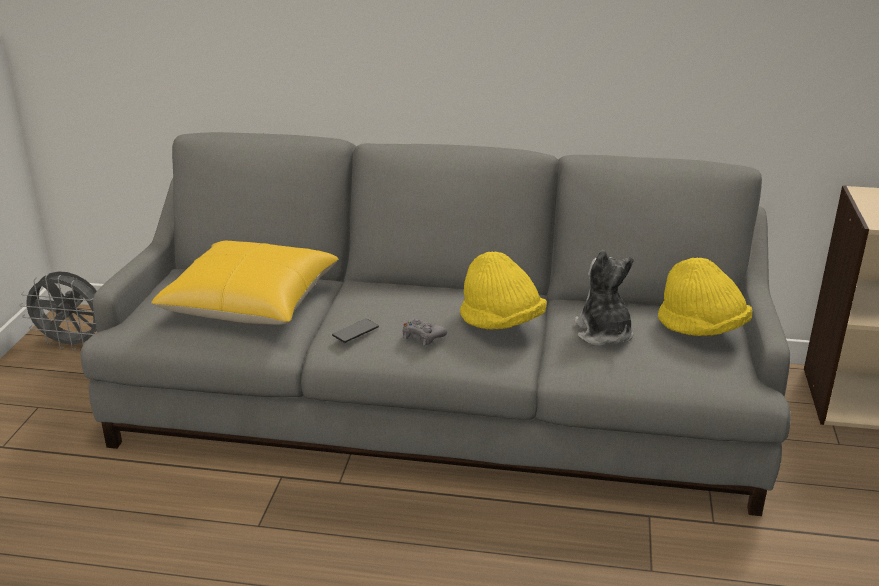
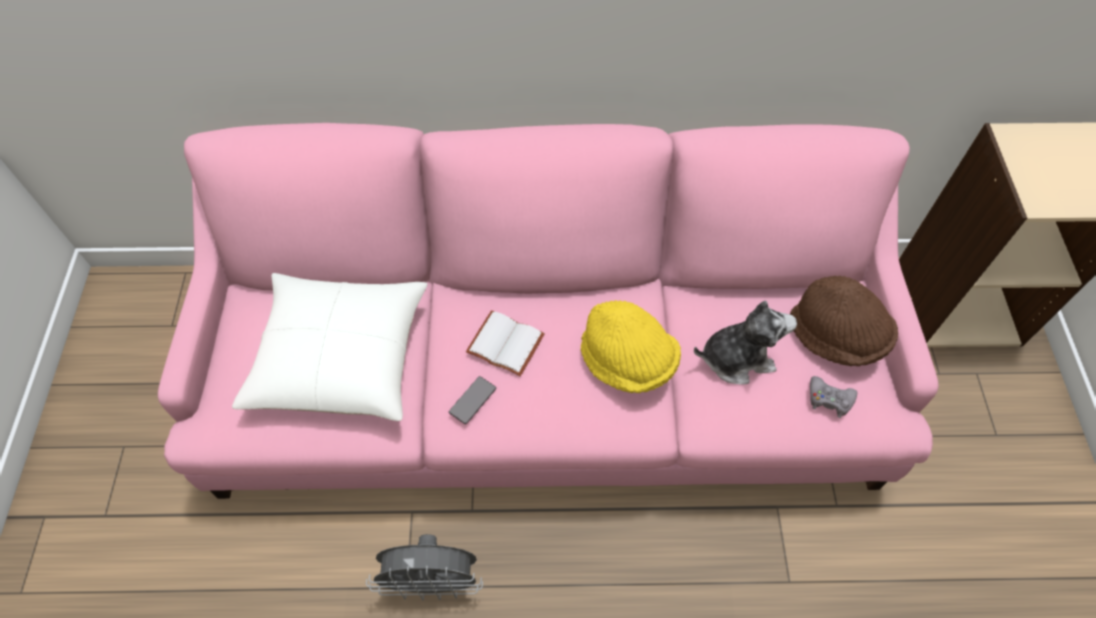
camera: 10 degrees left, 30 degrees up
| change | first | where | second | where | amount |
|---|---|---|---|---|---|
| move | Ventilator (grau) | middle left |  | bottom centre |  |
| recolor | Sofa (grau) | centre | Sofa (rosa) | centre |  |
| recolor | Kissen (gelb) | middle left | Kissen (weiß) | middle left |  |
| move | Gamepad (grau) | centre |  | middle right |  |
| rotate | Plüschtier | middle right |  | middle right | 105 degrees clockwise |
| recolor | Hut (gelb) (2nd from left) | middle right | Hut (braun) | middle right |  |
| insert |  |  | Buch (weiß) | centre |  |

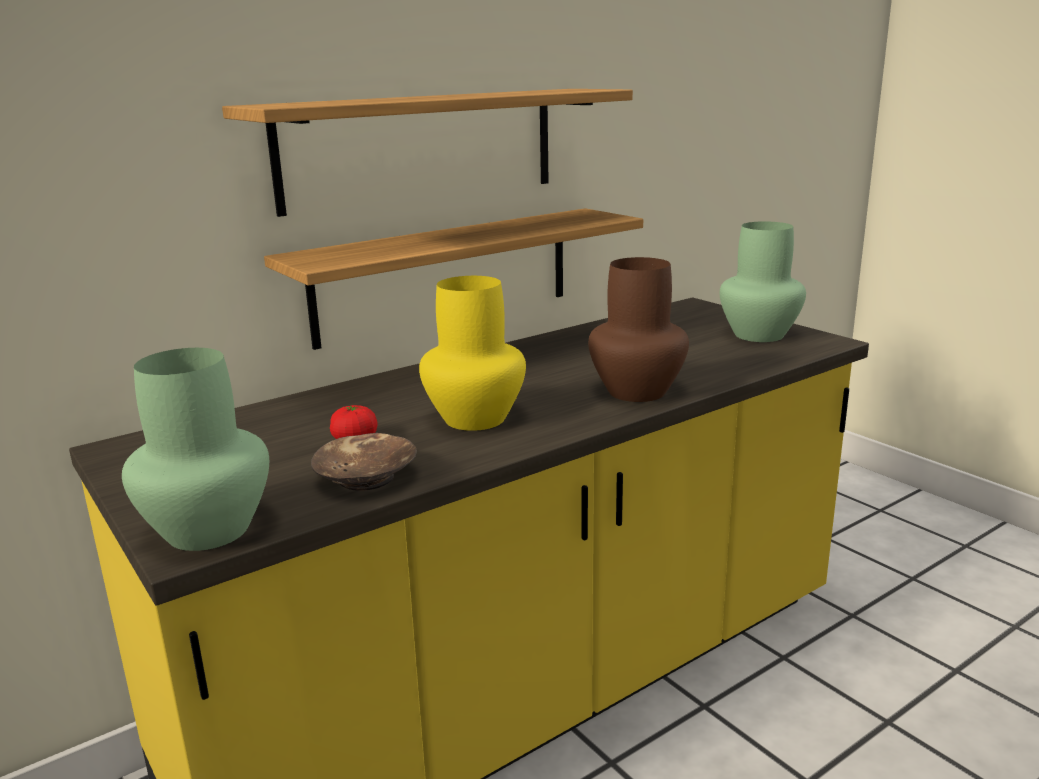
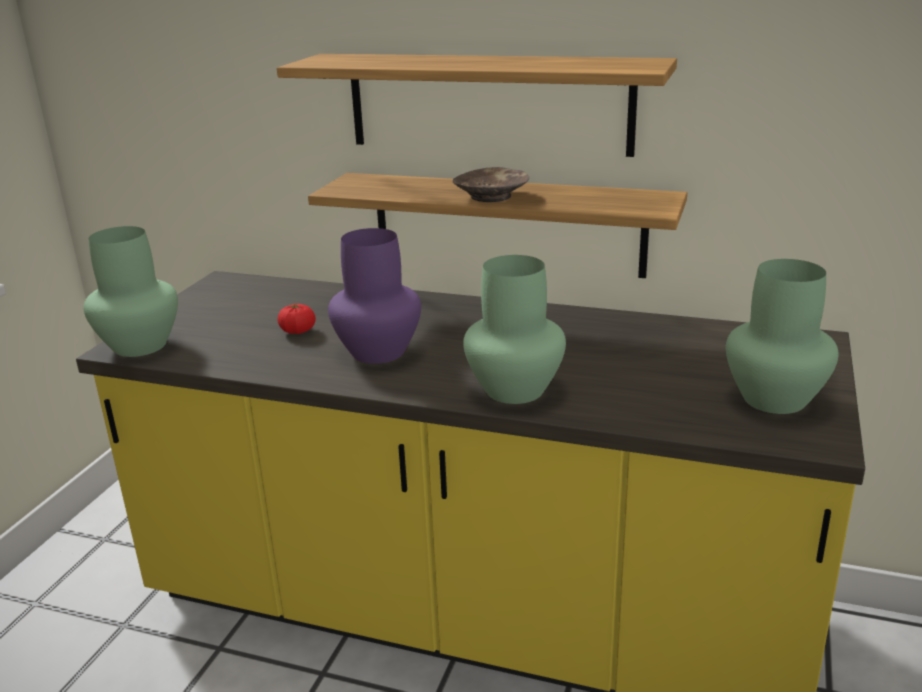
camera: 55 degrees right, 5 degrees up
| change | first | where | second | where | amount |
|---|---|---|---|---|---|
| move | Schüssel (braun) | centre |  | top centre |  |
| recolor | Vase (gelb) | centre | Vase (lila) | centre |  |
| recolor | Vase (braun) | centre | Vase (grün) (2nd from left) | centre |  |

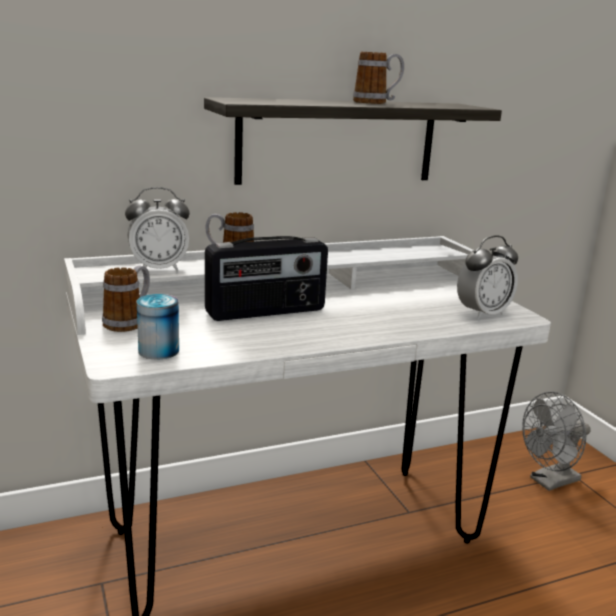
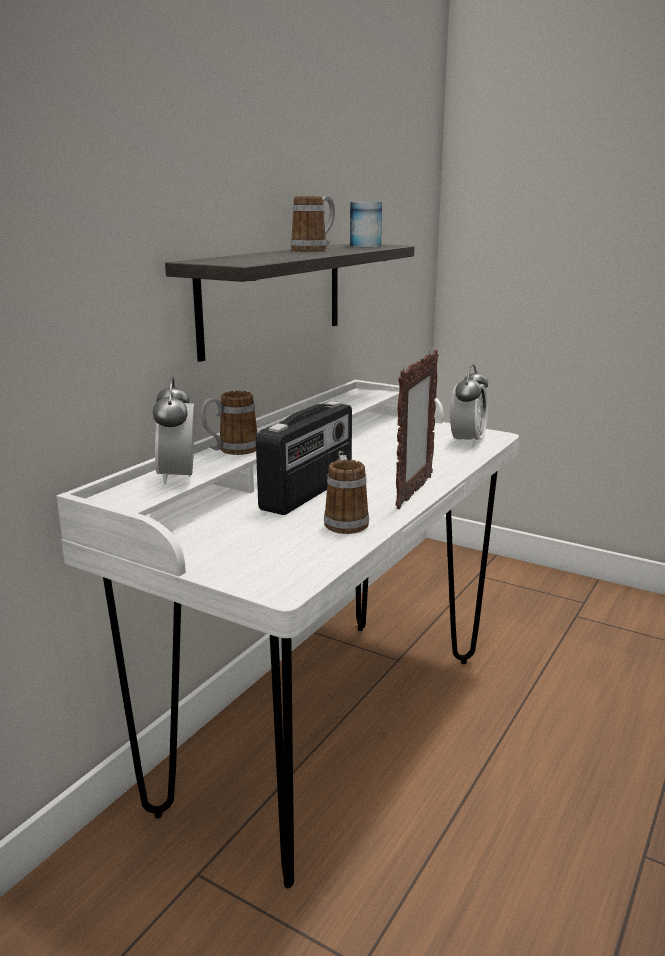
camera: 35 degrees left, 0 degrees up
| change | first | where | second | where | amount |
|---|---|---|---|---|---|
| move | Henkelbecher (1st from left in the first image) | middle left | Henkelbecher (3rd from left) | centre |  |
| rotate | Wecker (1st from left) | middle left |  | middle left | 135 degrees clockwise |
| move | Dose | middle left |  | top centre |  |
| delete | Ventilator (grau) | bottom right |  |  |  |
| insert |  |  | Bilderrahmen | centre |  |

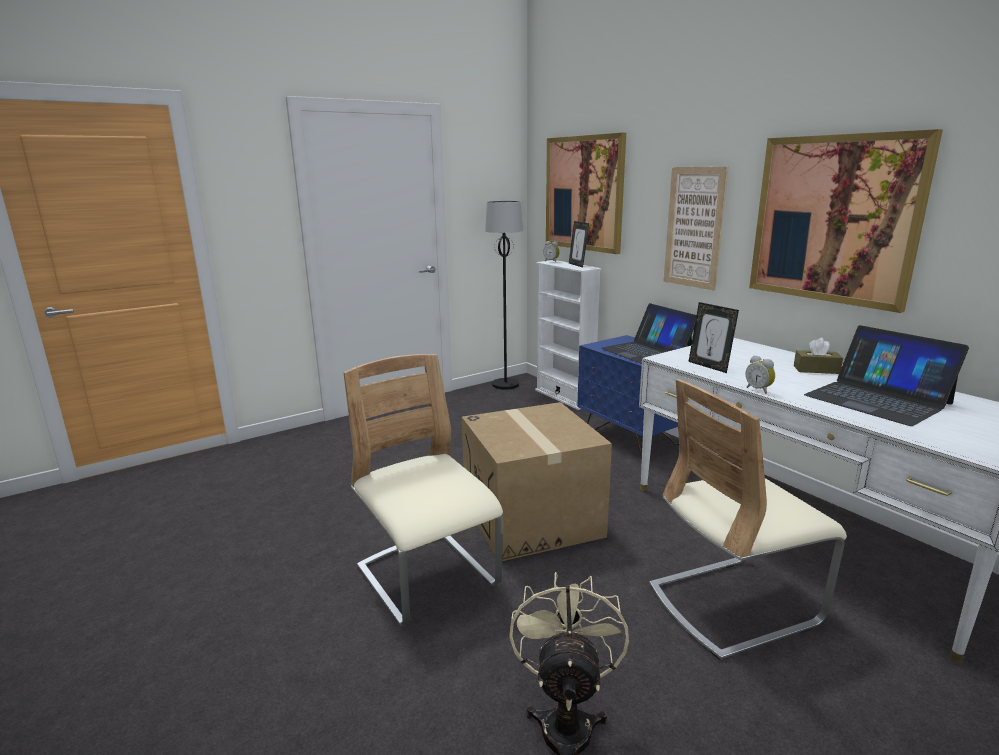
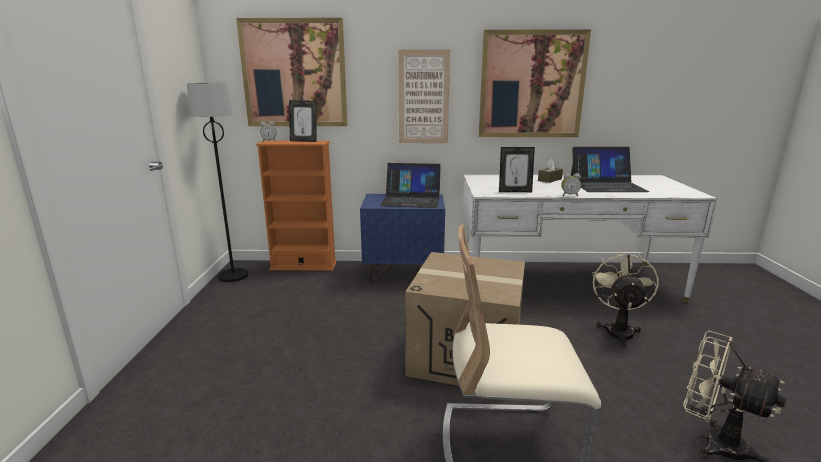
camera: 55 degrees left, 0 degrees up
| change | first | where | second | where | amount |
|---|---|---|---|---|---|
| recolor | Bücherregal (weiß) | centre | Bücherregal (orange) | centre |  |
| replace | Stuhl (beige) (2nd from left) | bottom right | Ventilator (beige) (1st from left) | middle right |  |

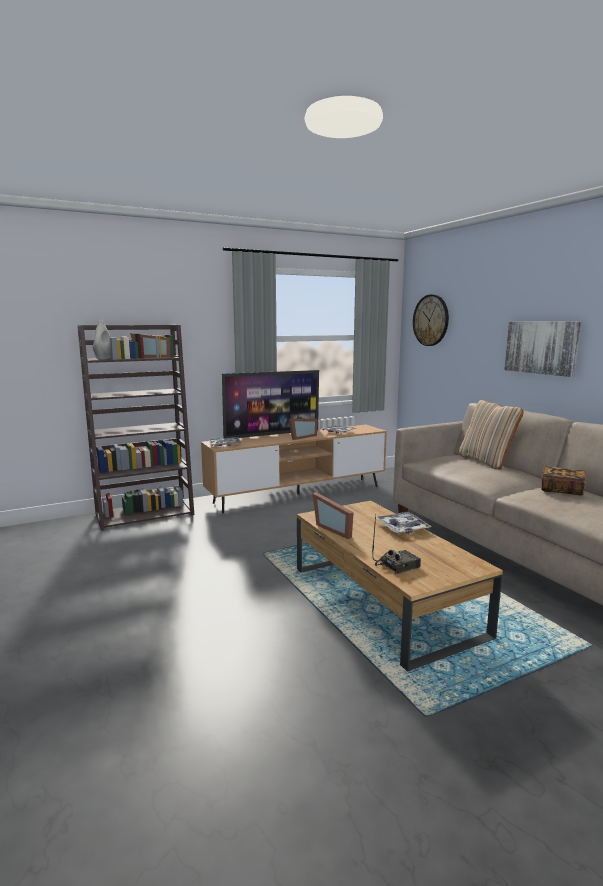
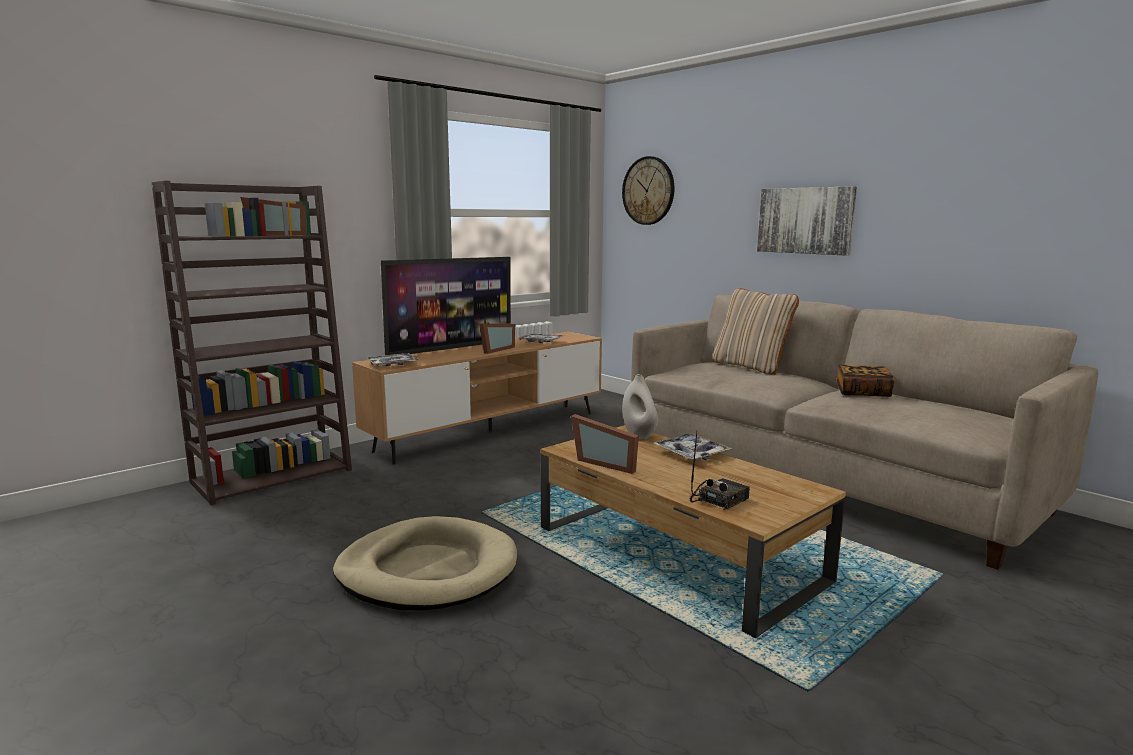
camera: 15 degrees left, 0 degrees up
| change | first | where | second | where | amount |
|---|---|---|---|---|---|
| move | Vase (weiß) | middle left |  | centre |  |
| insert |  |  | Hundebett (beige) | bottom centre |  |

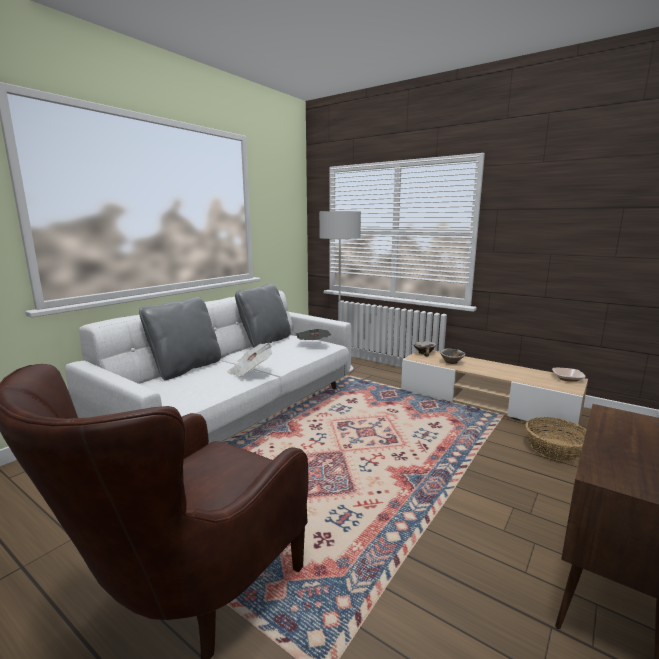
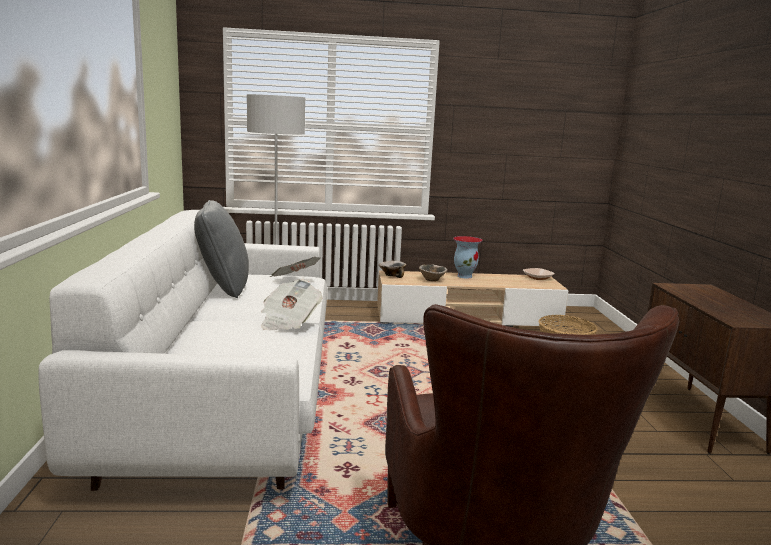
camera: 40 degrees left, 0 degrees up
| change | first | where | second | where | amount |
|---|---|---|---|---|---|
| delete | Kissen (grau) (1st from left) | middle left |  |  |  |
| insert |  |  | Vase | centre |  |

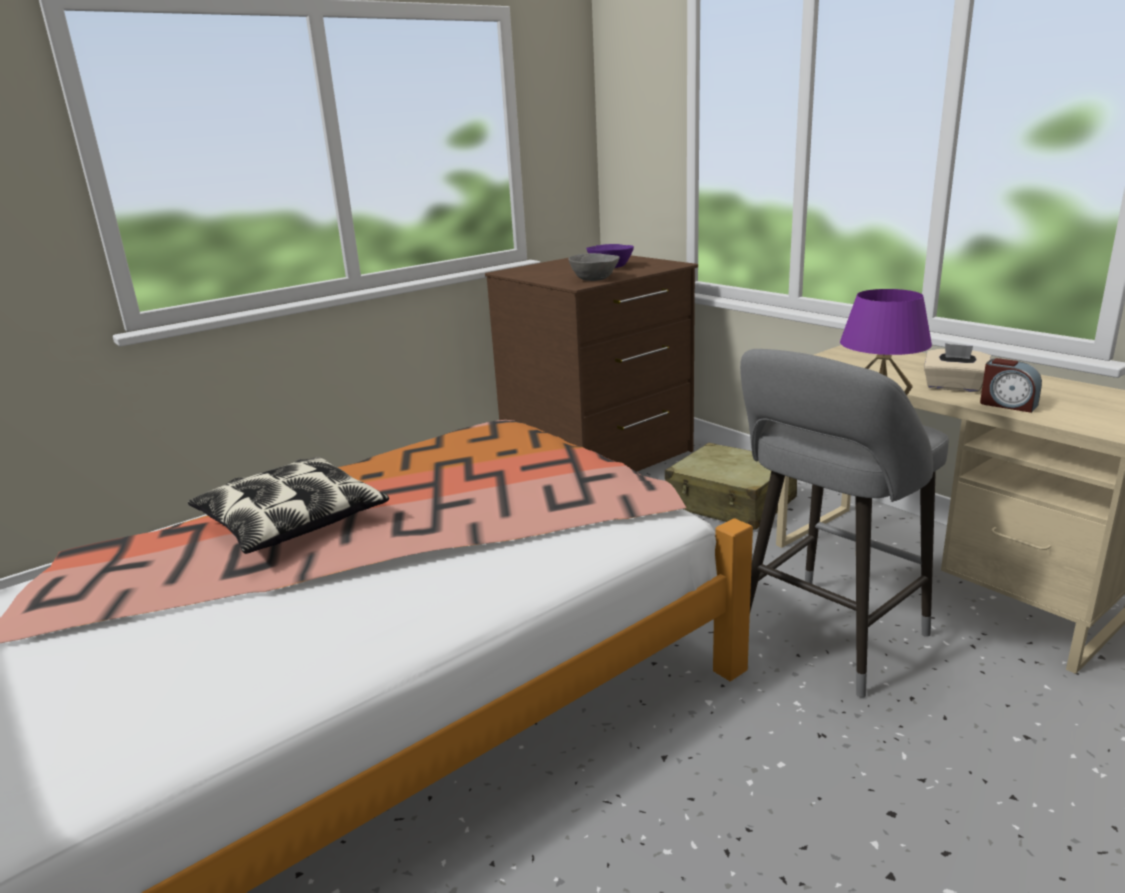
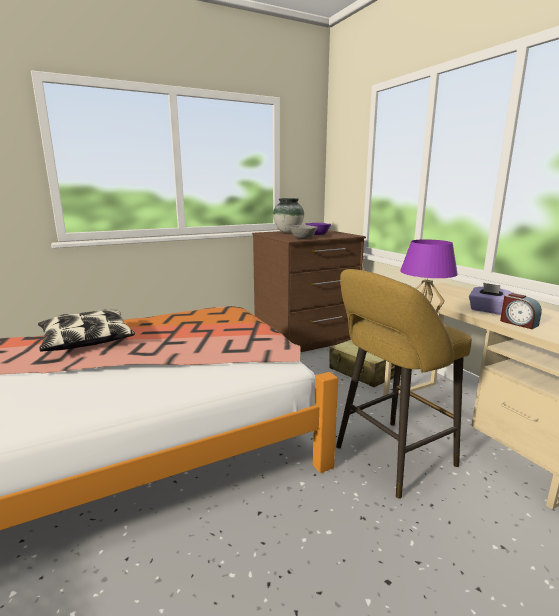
camera: 10 degrees right, 5 degrees down
| change | first | where | second | where | amount |
|---|---|---|---|---|---|
| recolor | Hocker (grau) | middle right | Hocker (gelb) | middle right |  |
| recolor | Taschentuchbox (beige) | middle right | Taschentuchbox (lila) | middle right |  |
| insert |  |  | Vase | centre |  |

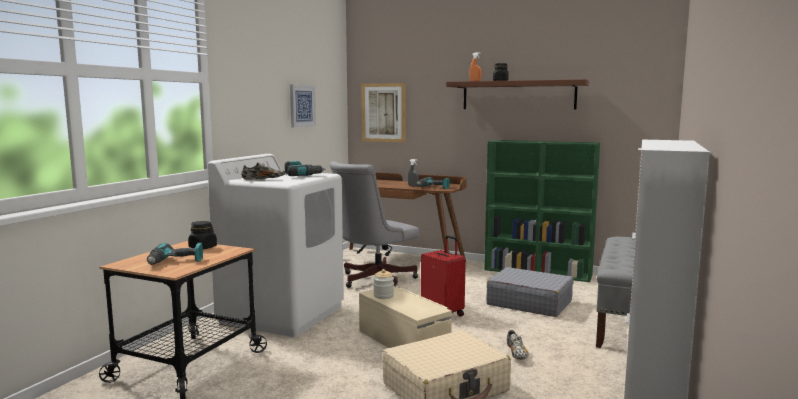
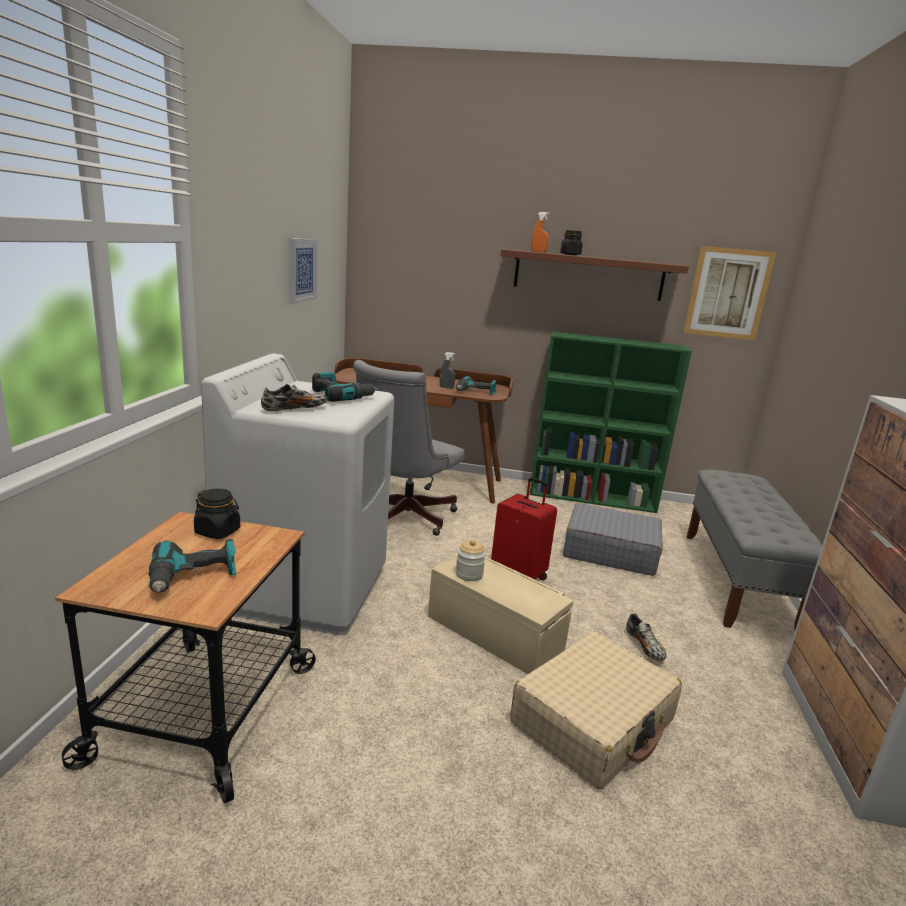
camera: 15 degrees left, 10 degrees up
| change | first | where | second | where | amount |
|---|---|---|---|---|---|
| move | Bild (2nd from left) | top centre |  | top right |  |

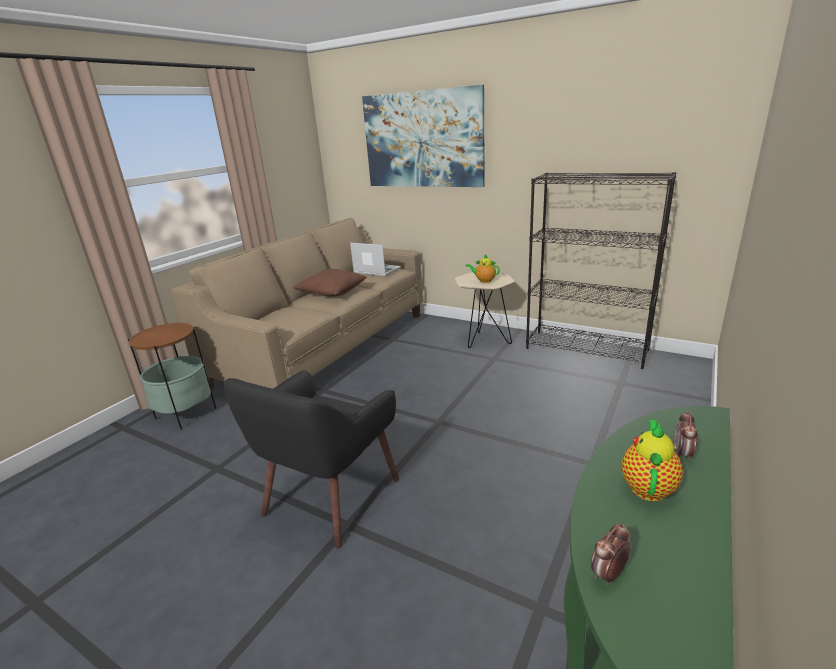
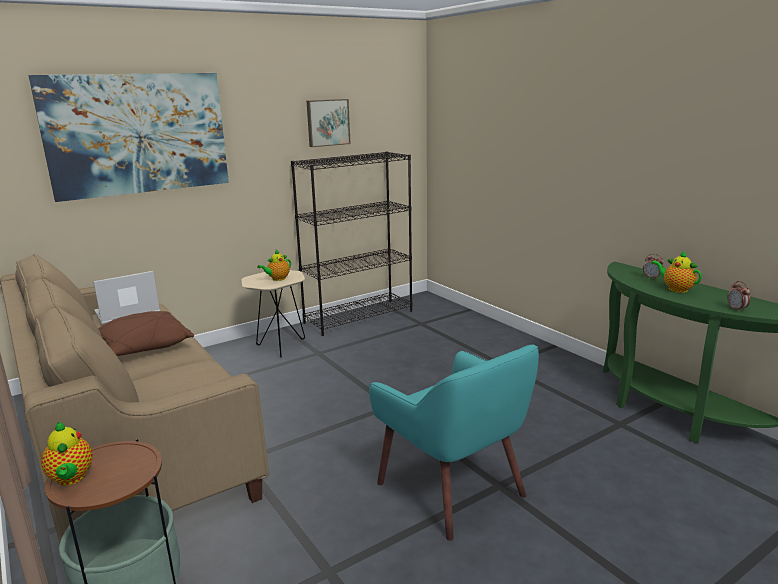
camera: 65 degrees left, 5 degrees down
| change | first | where | second | where | amount |
|---|---|---|---|---|---|
| recolor | Sessel (schwarz) | bottom centre | Sessel (türkis) | bottom centre |  |
| insert |  |  | Teekanne (1st from left) | bottom left |  |
| insert |  |  | Bild (2nd from left) | top centre |  |

